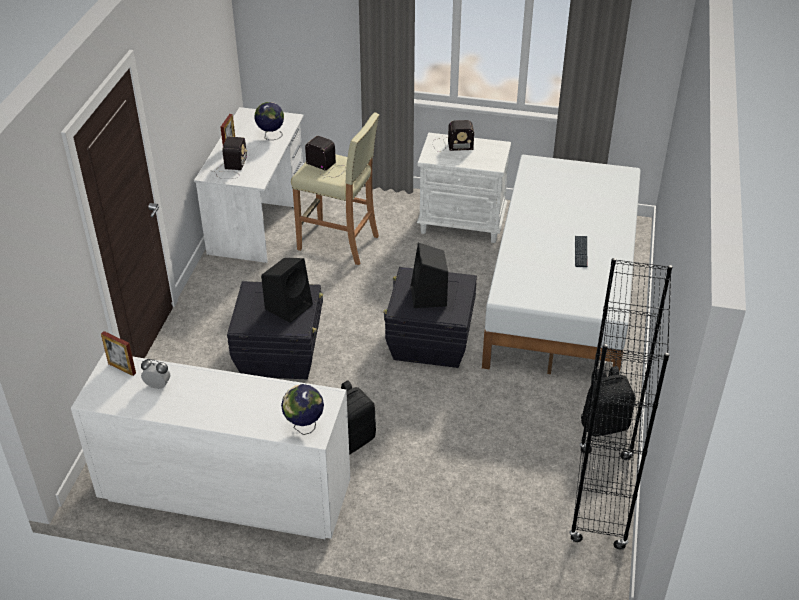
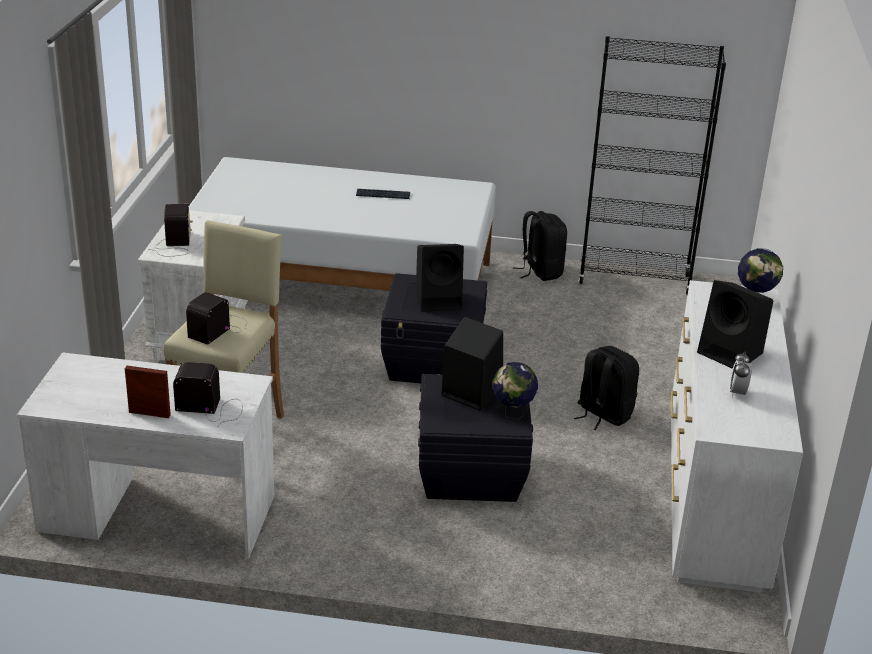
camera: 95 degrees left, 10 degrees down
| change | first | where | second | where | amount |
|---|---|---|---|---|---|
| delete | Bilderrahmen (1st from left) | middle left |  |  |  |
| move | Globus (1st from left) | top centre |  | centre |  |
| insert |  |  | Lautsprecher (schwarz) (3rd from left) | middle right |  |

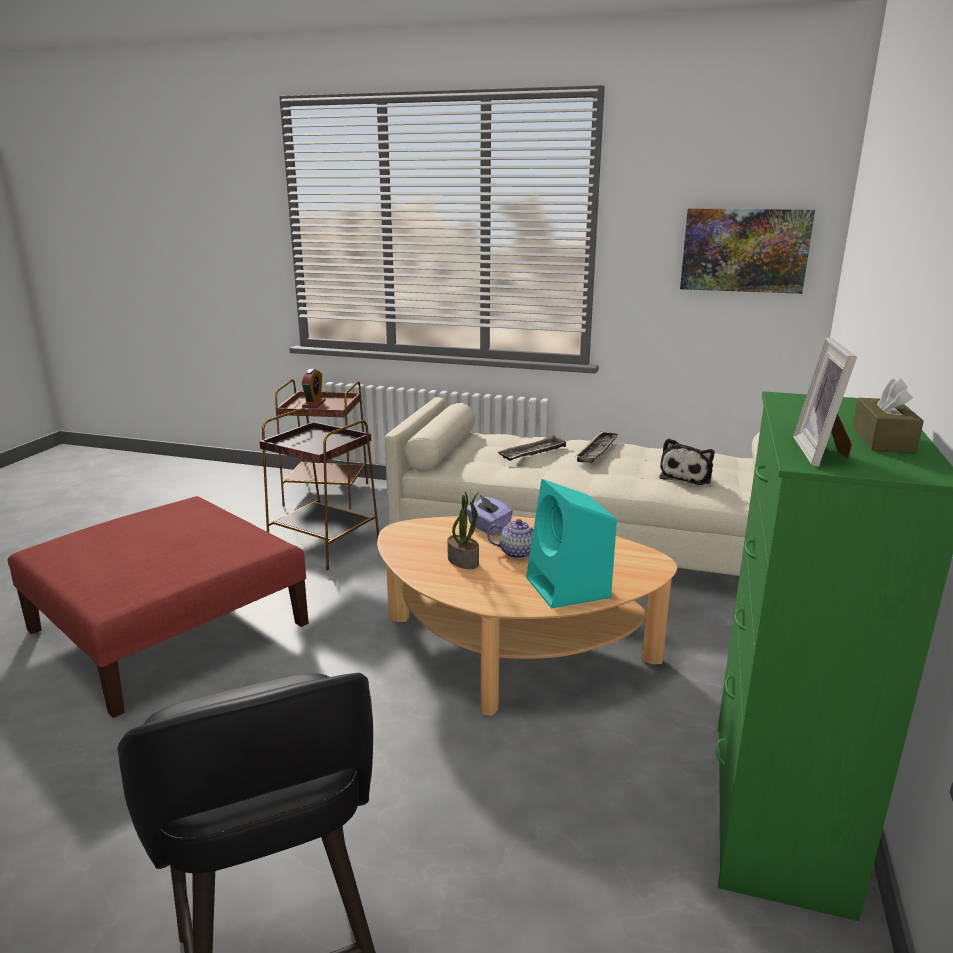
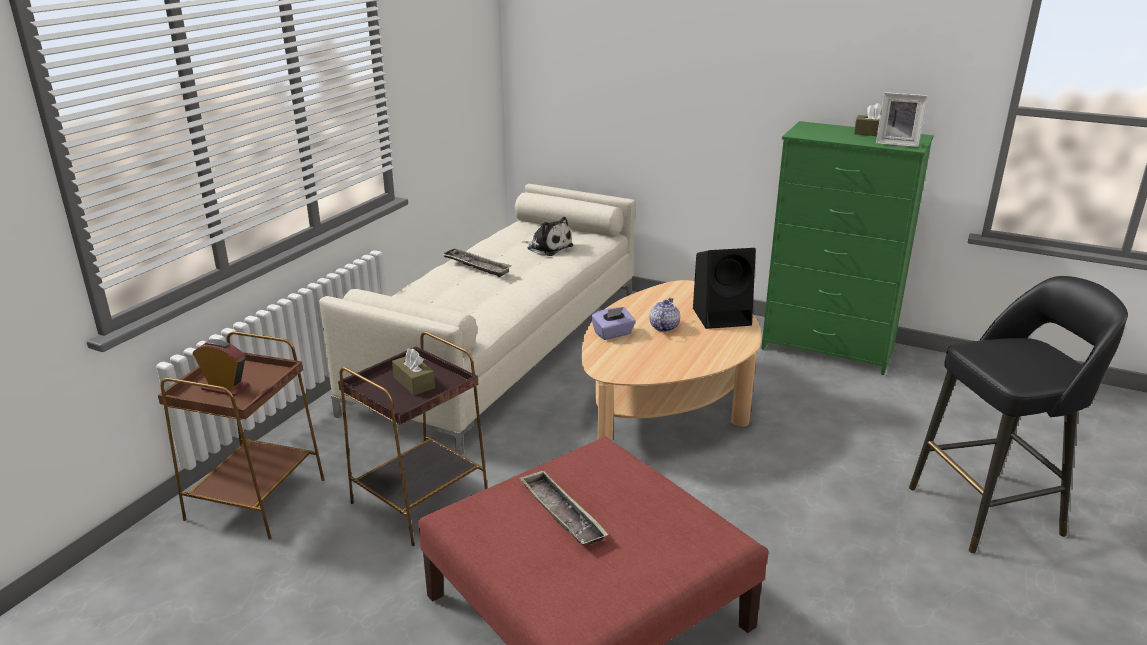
camera: 80 degrees left, 5 degrees up
| change | first | where | second | where | amount |
|---|---|---|---|---|---|
| delete | Topfpflanze | centre |  |  |  |
| move | Tablett (1st from left in the first image) | centre | Tablett (2nd from left) | bottom centre |  |
| recolor | Lautsprecher (türkis) | centre | Lautsprecher (schwarz) | centre |  |
| delete | Bild | top right |  |  |  |
| insert |  |  | Taschentuchbox (braun) (1st from left) | centre |  |

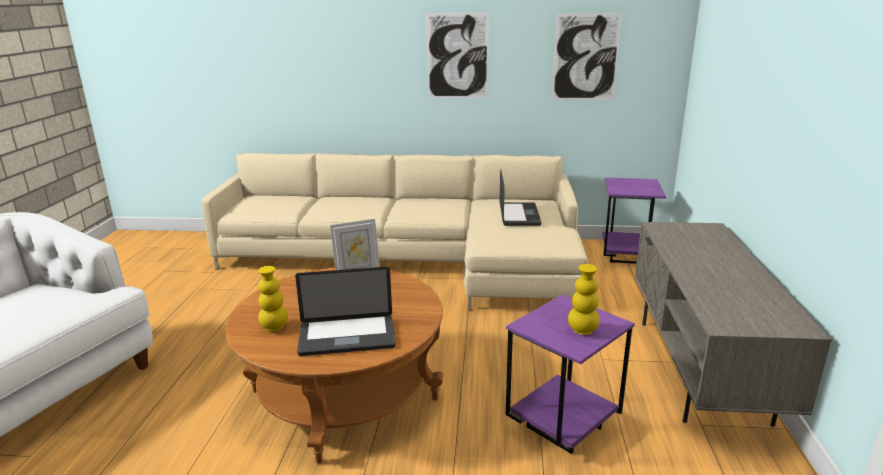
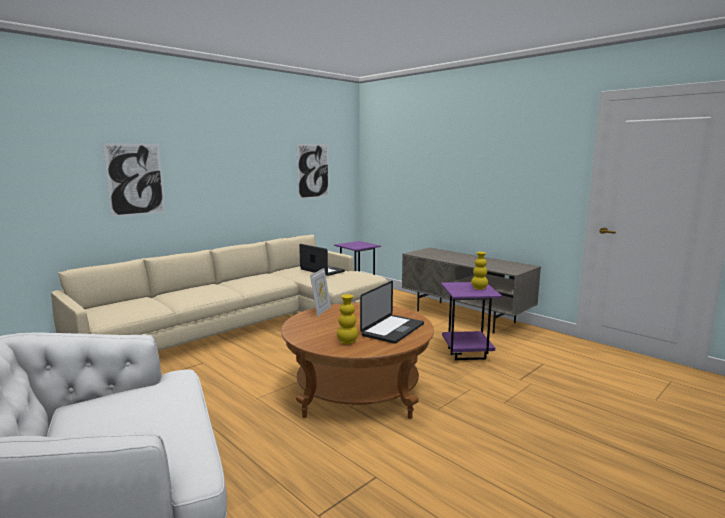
camera: 50 degrees left, 10 degrees down
| change | first | where | second | where | amount |
|---|---|---|---|---|---|
| move | Bild (1st from left) | top centre |  | middle left |  |

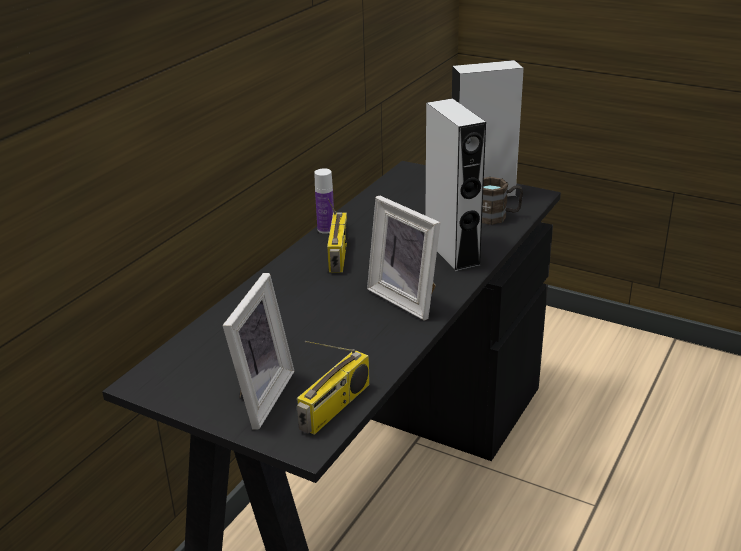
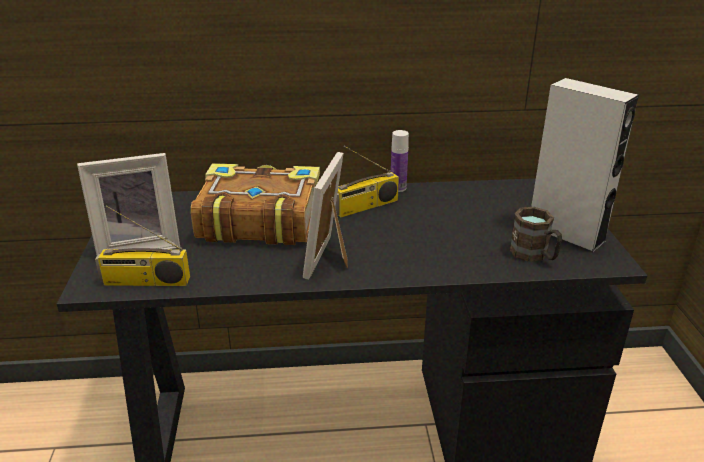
camera: 55 degrees right, 0 degrees up
| change | first | where | second | where | amount |
|---|---|---|---|---|---|
| delete | Lautsprecher (grau) (1st from left) | centre |  |  |  |
| insert |  |  | Buch | centre |  |

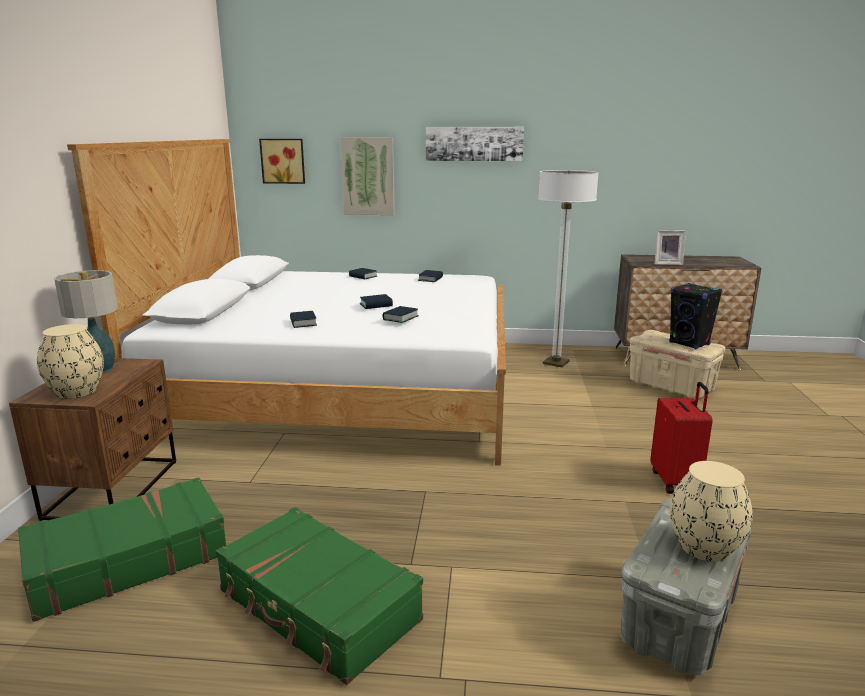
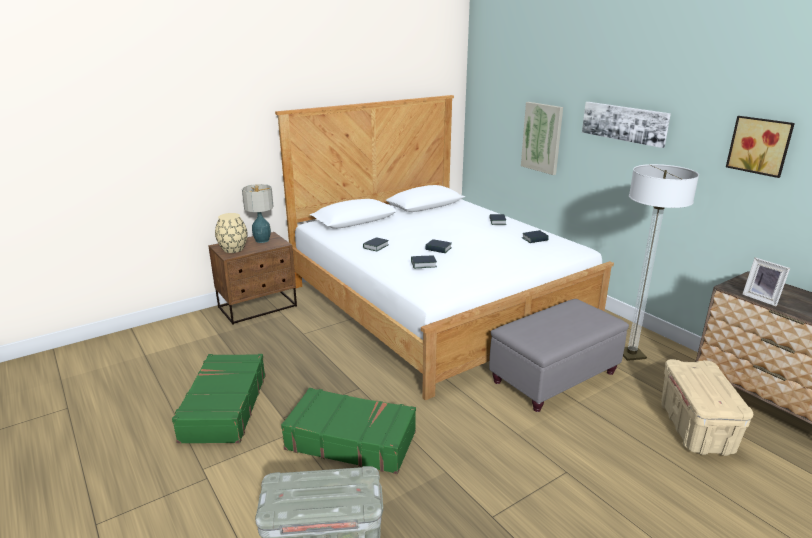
camera: 50 degrees right, 5 degrees up
| change | first | where | second | where | amount |
|---|---|---|---|---|---|
| move | Koffer (grün) (1st from left in the first image) | bottom left | Koffer (grün) (2nd from left) | bottom centre |  |
| move | Bild (1st from left in the first image) | top left | Bild (3rd from left) | top right |  |
| delete | Koffer (rot) | middle right |  |  |  |
| delete | Lautsprecher (schwarz) | middle right |  |  |  |
| delete | Vase (beige) (2nd from left) | bottom right |  |  |  |
| insert |  |  | Polsterhocker (grau) | middle right |  |

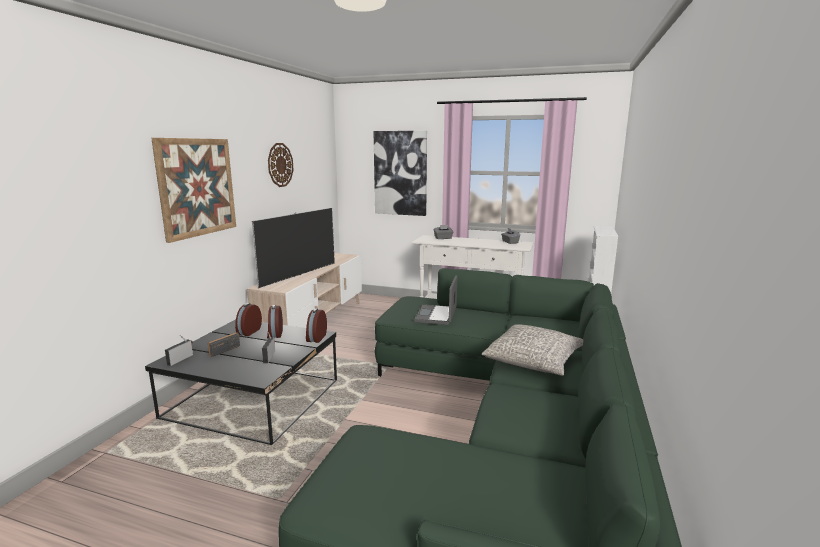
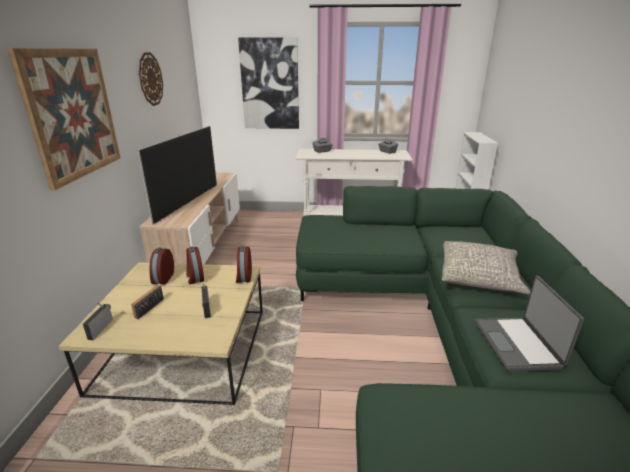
camera: 15 degrees left, 10 degrees up
| change | first | where | second | where | amount |
|---|---|---|---|---|---|
| recolor | Couchtisch (schwarz) | bottom left | Couchtisch (beige) | bottom left |  |
| move | Laptop | centre |  | bottom right |  |

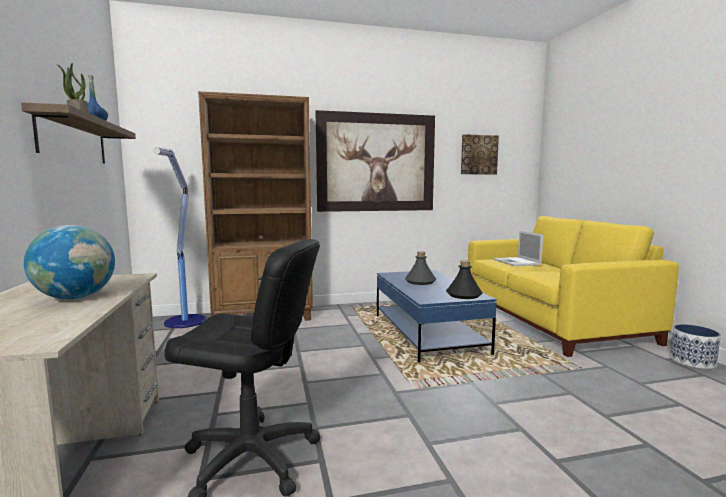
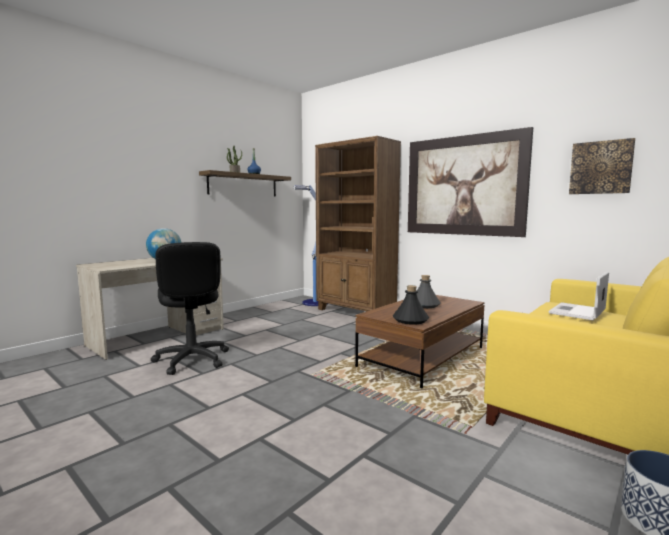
camera: 55 degrees right, 0 degrees up
| change | first | where | second | where | amount |
|---|---|---|---|---|---|
| recolor | Couchtisch (blau) | centre | Couchtisch (braun) | centre |  |

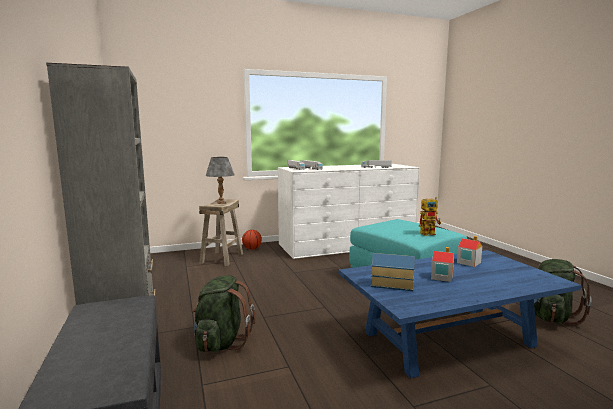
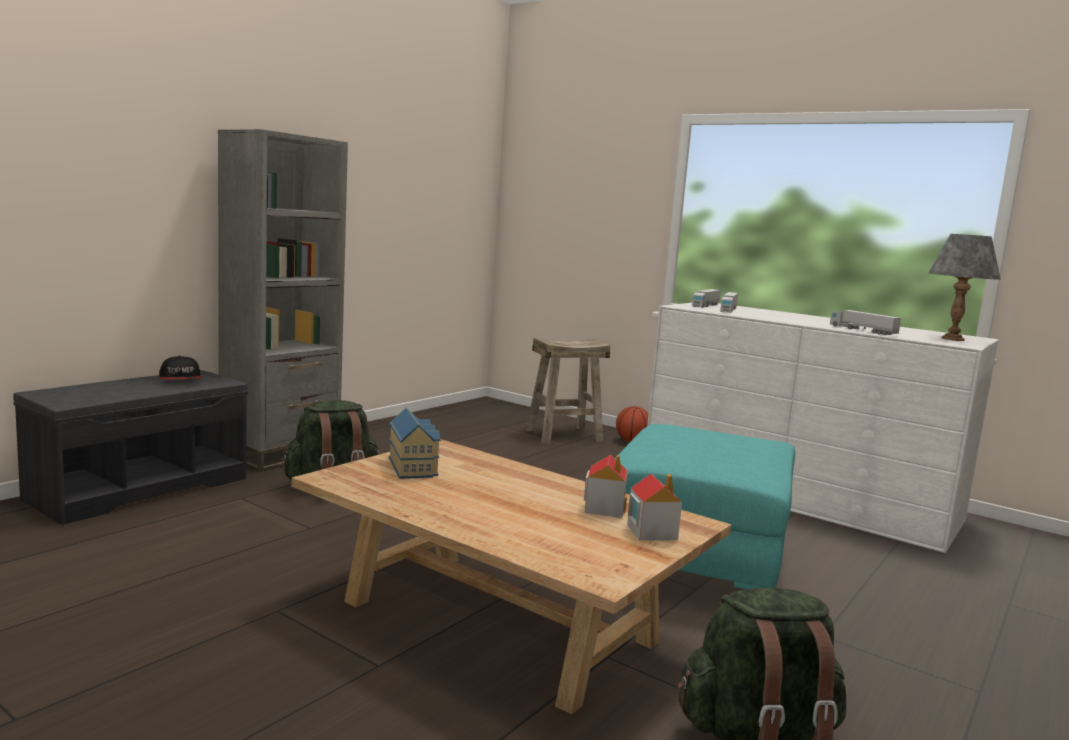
camera: 55 degrees right, 0 degrees up
| change | first | where | second | where | amount |
|---|---|---|---|---|---|
| move | Tischlampe (grau) | centre |  | middle right |  |
| recolor | Couchtisch (blau) | bottom right | Couchtisch (beige) | bottom centre |  |
| delete | Spielzeugroboter | middle right |  |  |  |
| move | Spielzeughaus (2nd from left in the first image) | middle right | Spielzeughaus (3rd from left) | bottom centre |  |
| insert |  |  | Kappe | middle left |  |

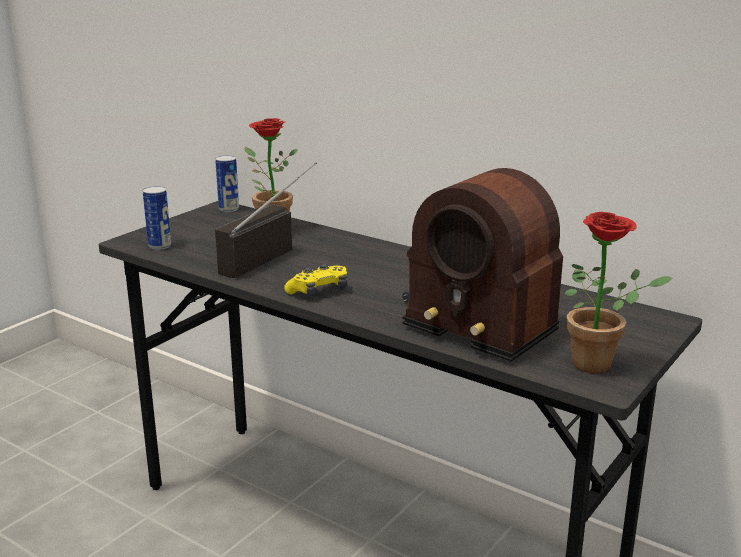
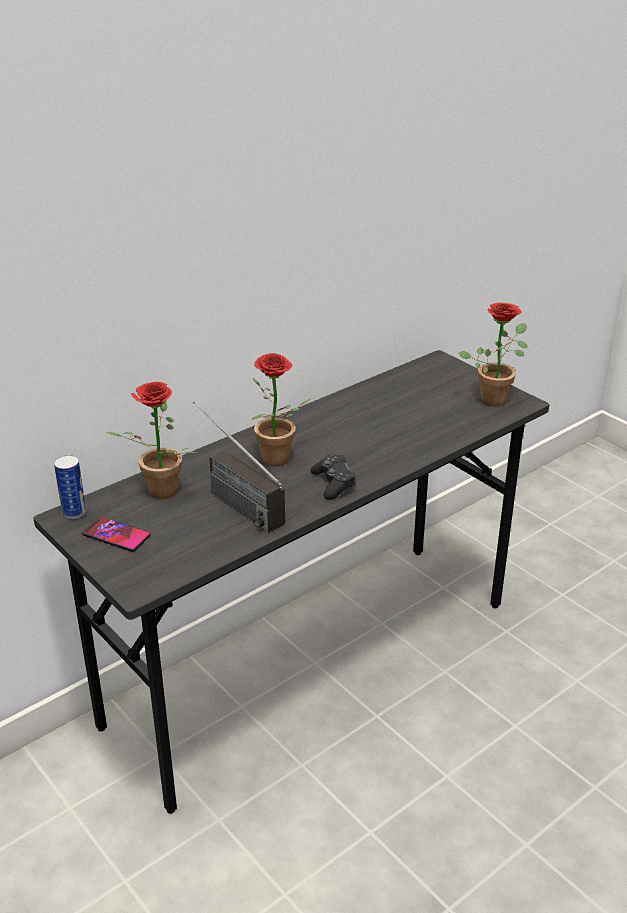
camera: 75 degrees left, 10 degrees up
| change | first | where | second | where | amount |
|---|---|---|---|---|---|
| delete | Dose (1st from left) | middle left |  |  |  |
| recolor | Gamepad (gelb) | centre | Gamepad (schwarz) | centre |  |
| delete | Radio (2nd from left) | centre |  |  |  |
| insert |  |  | Handy | middle left |  |
| insert |  |  | Topfpflanze (2nd from left) | centre |  |

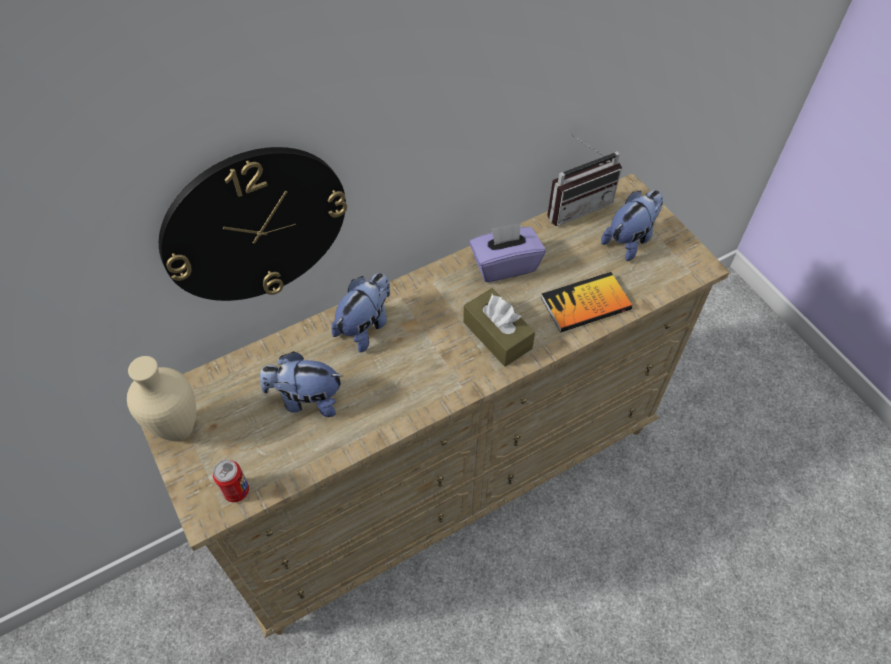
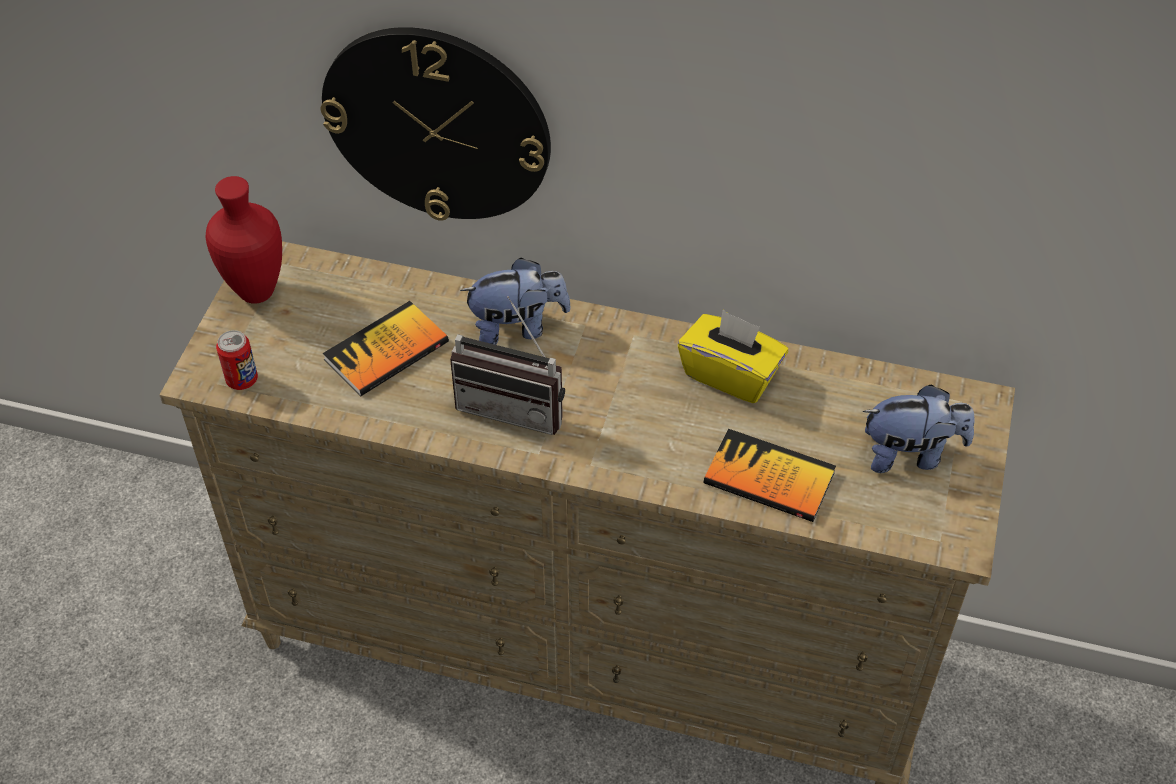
camera: 45 degrees right, 5 degrees down
| change | first | where | second | where | amount |
|---|---|---|---|---|---|
| recolor | Vase (beige) | middle left | Vase (rot) | top left |  |
| replace | Plüschtier (1st from left) | centre | Buch (1st from left) | middle left |  |
| delete | Taschentuchbox (braun) | centre |  |  |  |
| recolor | Taschentuchbox (lila) | centre | Taschentuchbox (gelb) | centre |  |
| move | Radio | top centre |  | centre |  |

